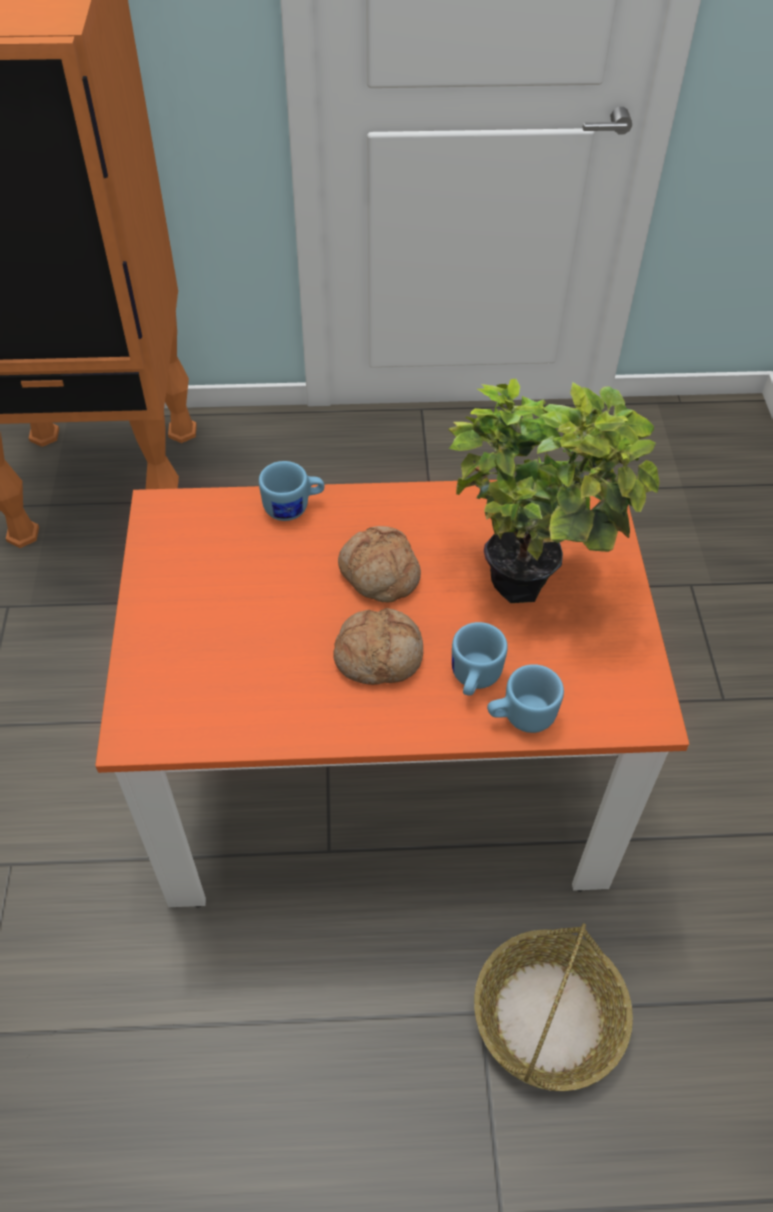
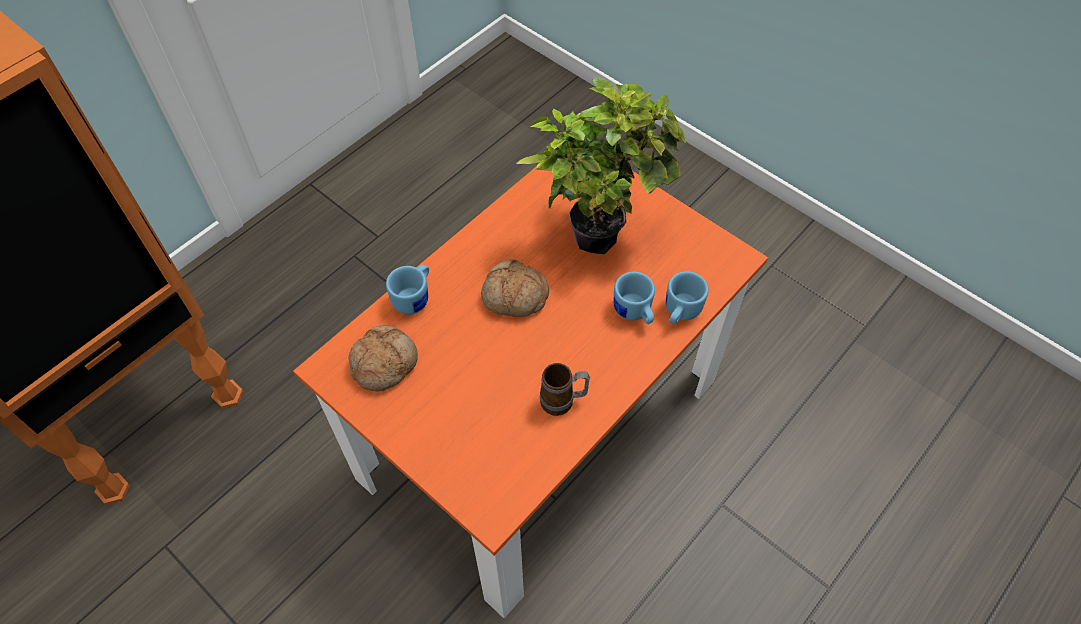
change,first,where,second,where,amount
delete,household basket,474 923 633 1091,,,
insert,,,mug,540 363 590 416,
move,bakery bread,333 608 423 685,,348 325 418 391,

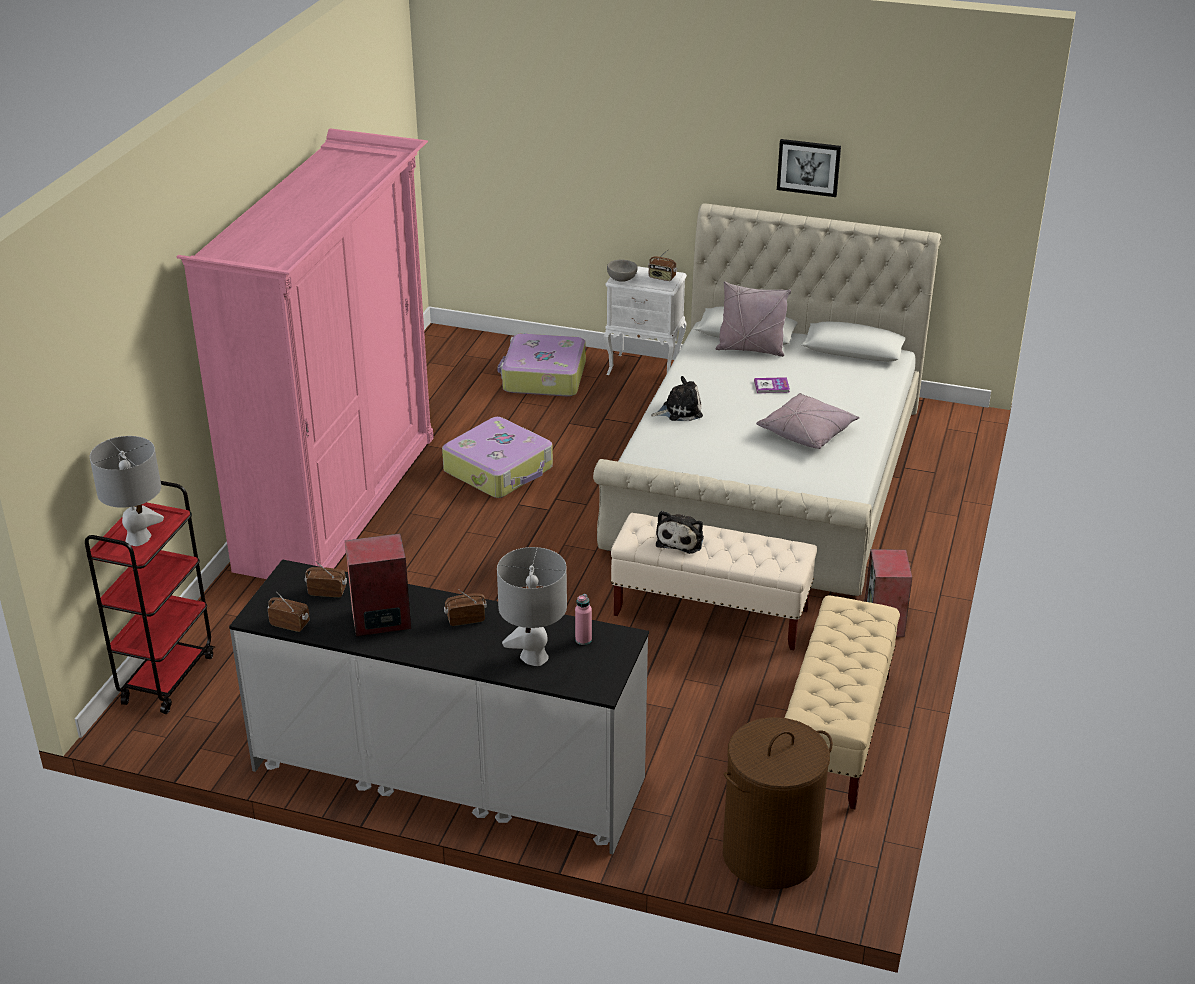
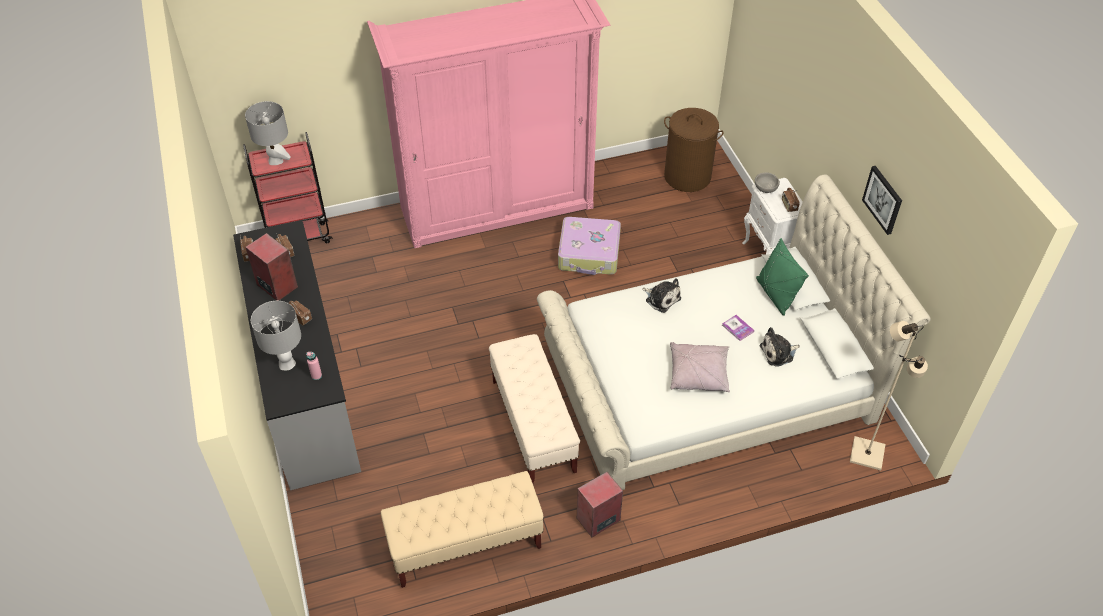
change,first,where,second,where,amount
delete,suitcase,497 333 586 397,,,
insert,,,beige-coloured floor lamp,850 321 928 470,
move,soft toy,656 511 704 554,,759 327 800 367,
move,brown-coloured laundry basket,723 717 833 890,,664 108 724 192,
recolor,purplish cushion,716 281 791 357,green-coloured cushion,756 238 809 316,

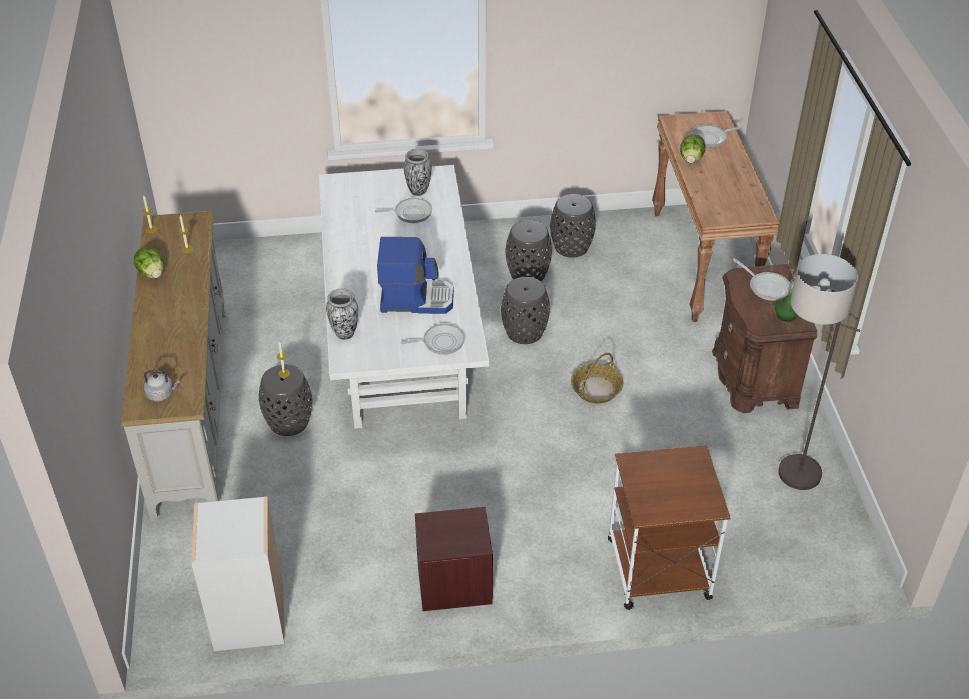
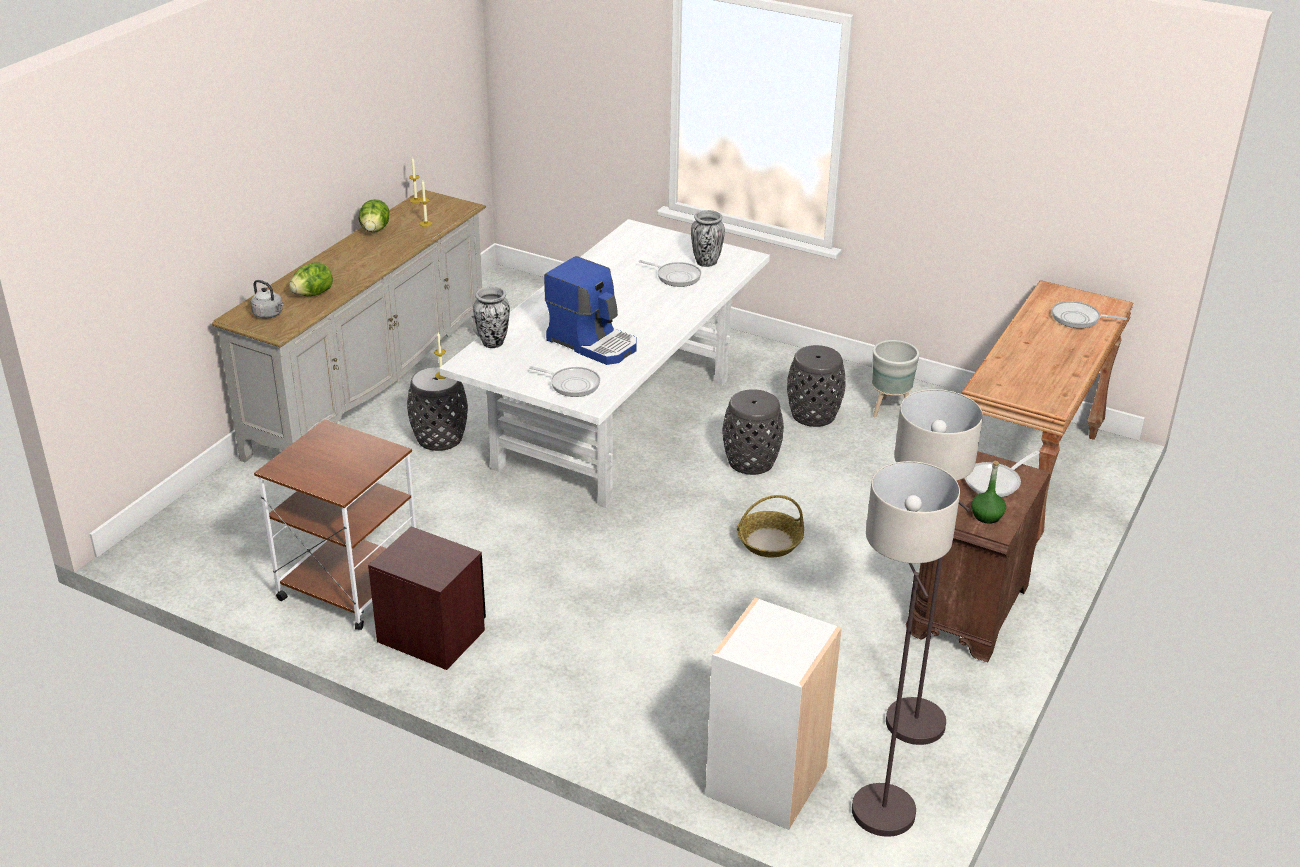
change,first,where,second,where,amount
insert,,,grey floor lamp,852 461 960 837,
move,shelving unit,191 496 284 651,,705 597 842 830,
move,brown-coloured cart,608 445 731 610,,254 419 416 630,
move,head of lettuce,680 134 705 163,,289 262 333 296,
replace,grey stool seat,550 194 596 258,grey flower pot,872 340 919 417,
rotate,frying pan,733 258 791 301,,965 451 1040 497,60 degrees clockwise

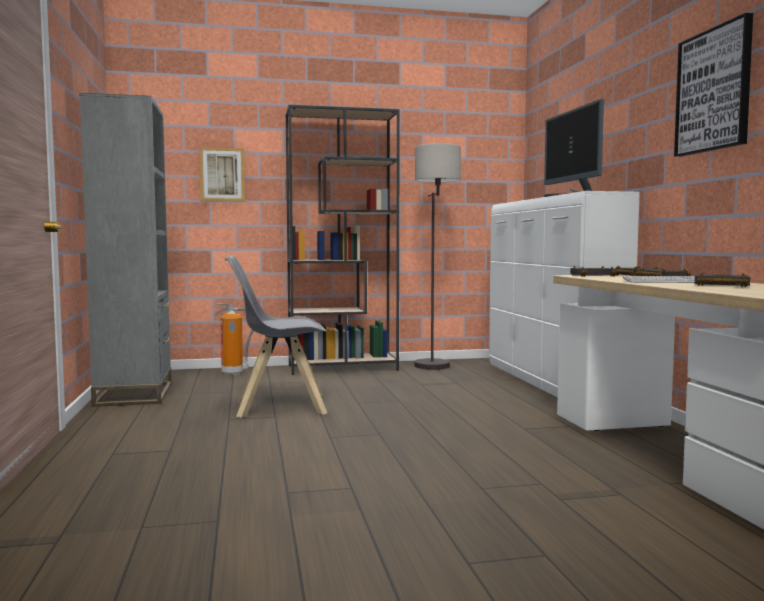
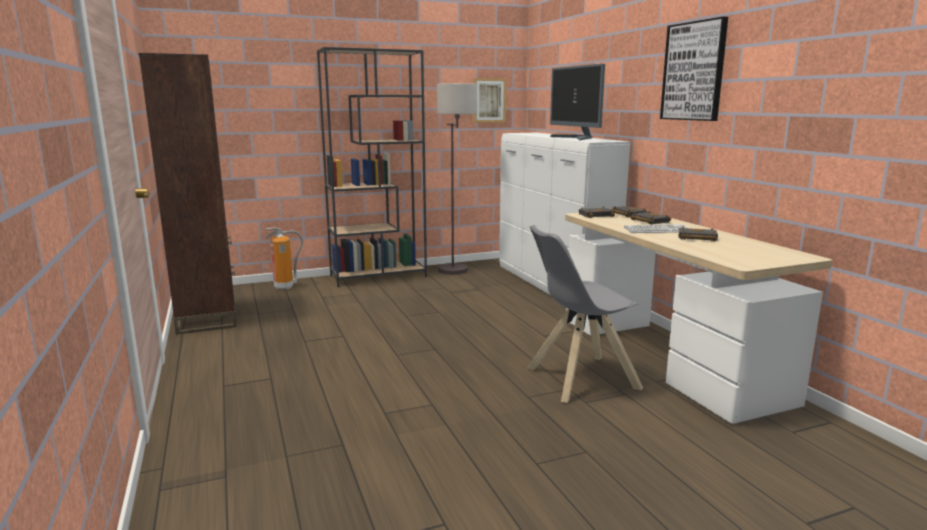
change,first,where,second,where,amount
move,wall art,199 147 245 202,,473 78 506 123,
move,grey plain chair,225 256 327 418,,527 225 643 403,
recolor,grey shelving unit,79 93 172 407,brown-coloured shelving unit,139 53 237 335,

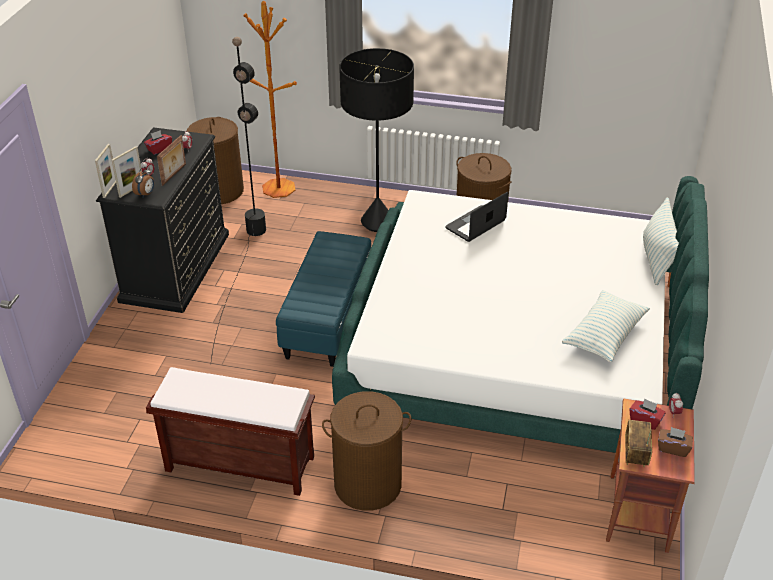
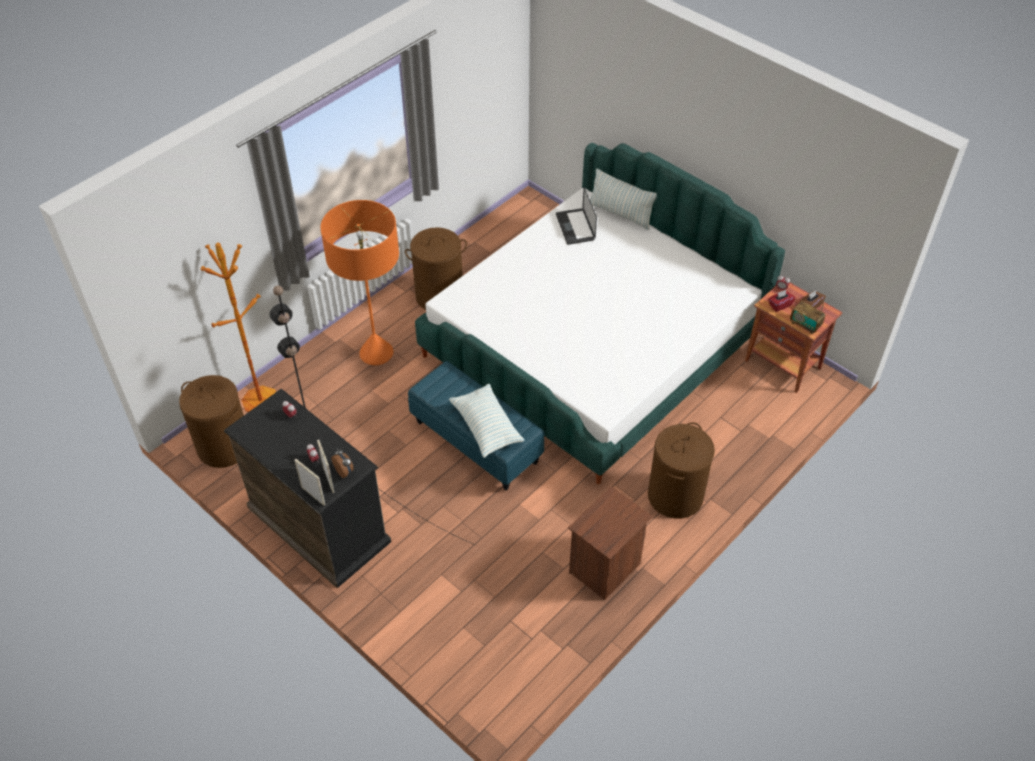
change,first,where,second,where,amount
delete,reddish tissue box,144 130 172 155,,,
delete,standing frame,157 135 186 186,,,
move,notebook computer,446 192 509 242,,556 187 597 245,
move,cushion,562 290 650 362,,449 384 524 458,
replace,brown-coloured long seat,146 367 315 496,brown-coloured night table,568 486 653 600,
recolor,blackish floor lamp,339 48 414 232,orange-coloured floor lamp,320 200 399 365,

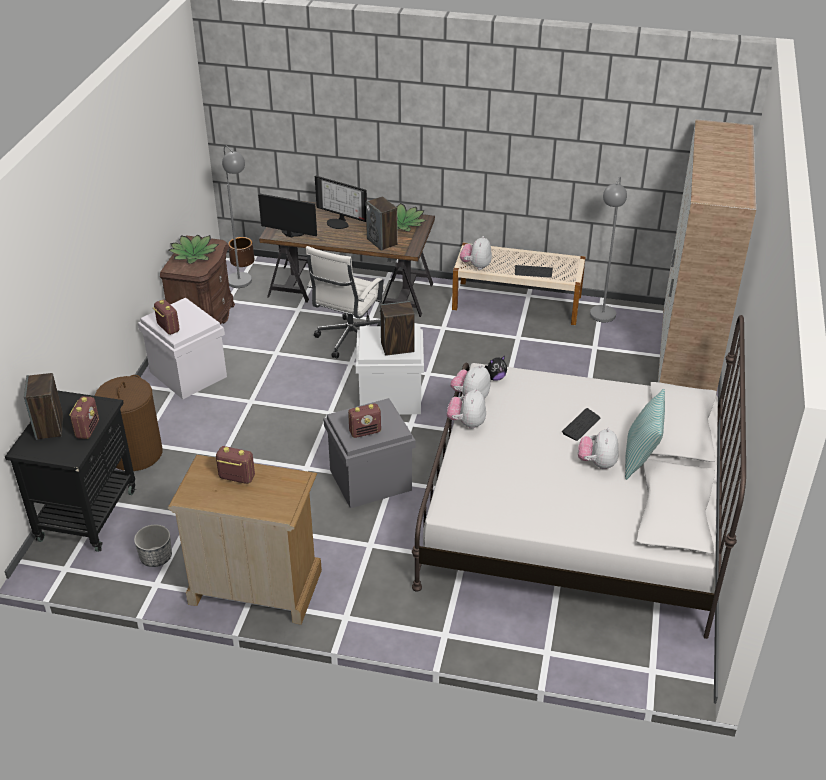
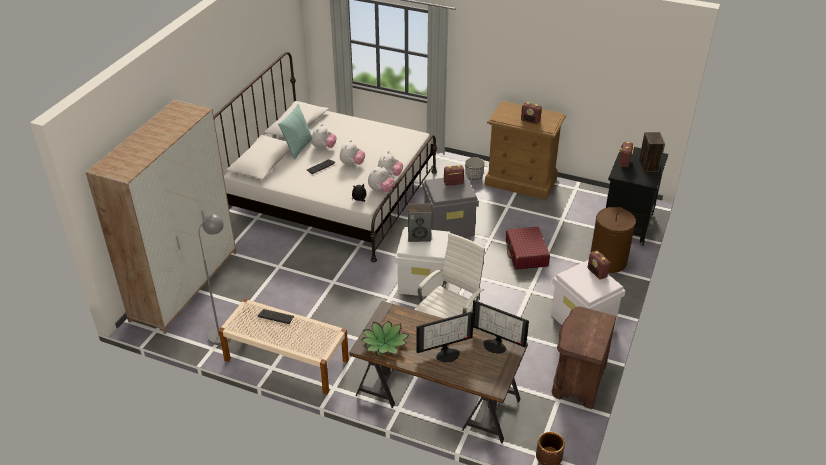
change,first,where,second,where,amount
delete,houseplant,168 235 219 264,,,
delete,grey floor lamp,222 146 252 288,,,
delete,speaker,366 197 398 251,,,
insert,,,reddish suitcase,506 227 550 270,
move,flower pot,134 524 172 567,,465 157 485 180,
move,soft toy,460 236 492 270,,340 140 365 166,
rotate,monitor,315 176 367 229,,416 311 474 362,120 degrees clockwise

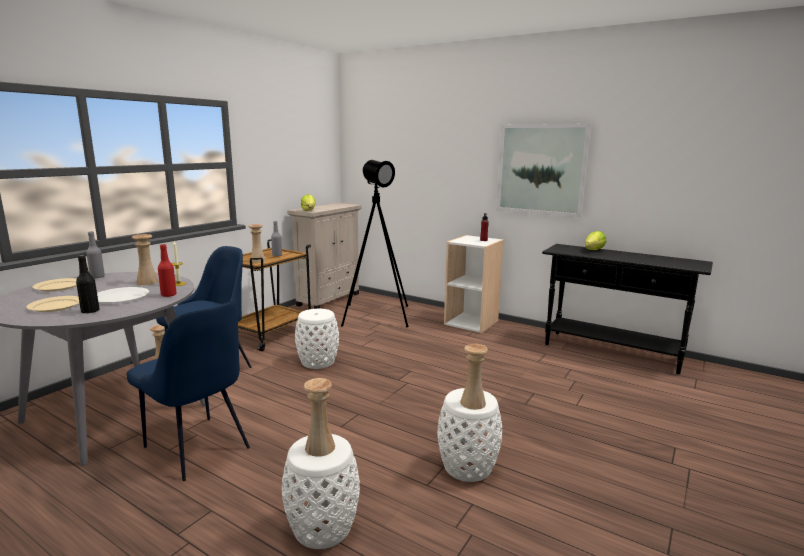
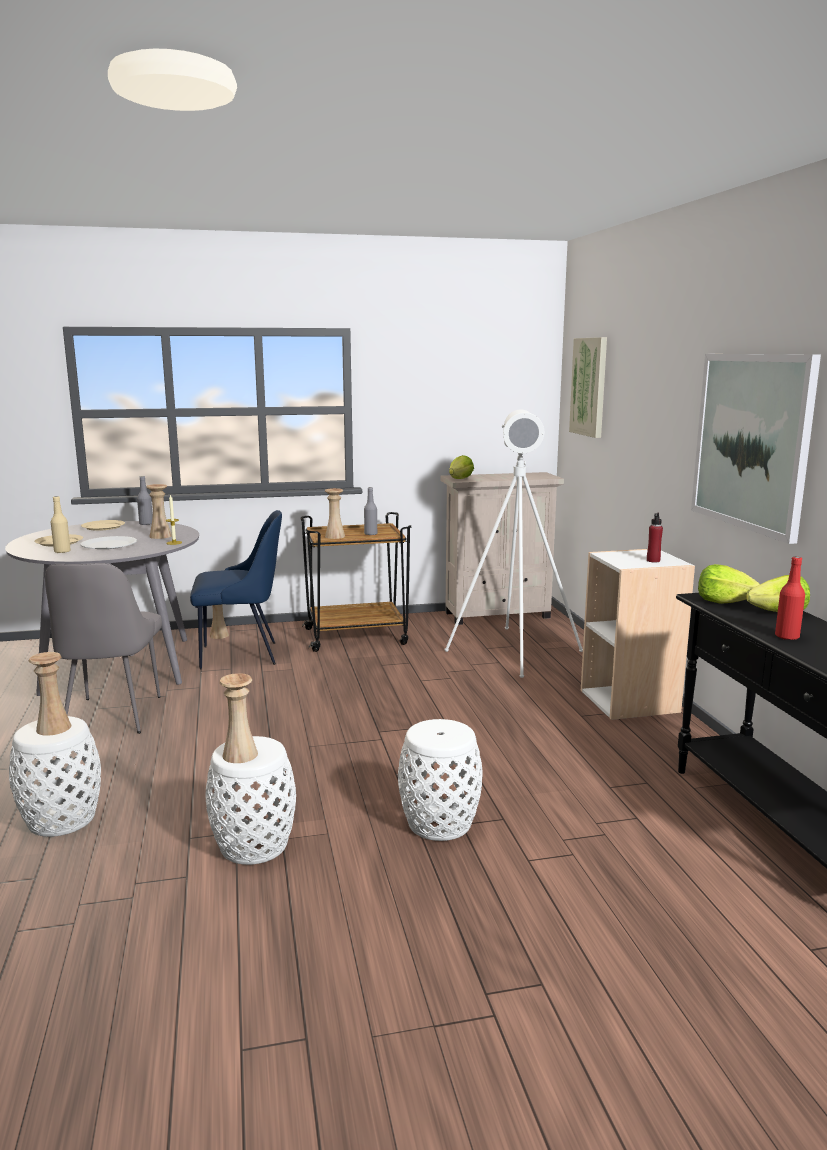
change,first,where,second,where,amount
insert,,,wall art,569 337 607 438,
insert,,,head of lettuce,698 564 760 604,
move,reddish bottle,158 244 177 297,,775 557 805 640,
move,white stool seat,295 309 339 369,,398 719 483 841,
recolor,blackish bottle,76 255 99 314,beige-coloured bottle,51 496 71 553,
recolor,blue-coloured plain chair,127 302 250 481,grey plain chair,45 563 162 734,
recolor,blackish floor lamp,341 160 409 327,white floor lamp,445 410 583 678,

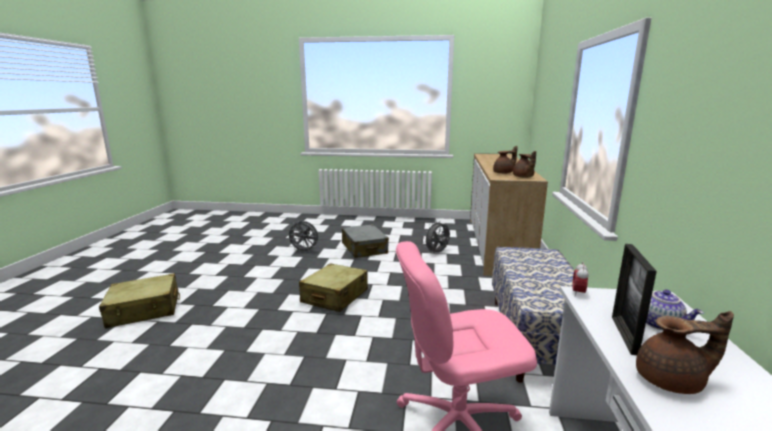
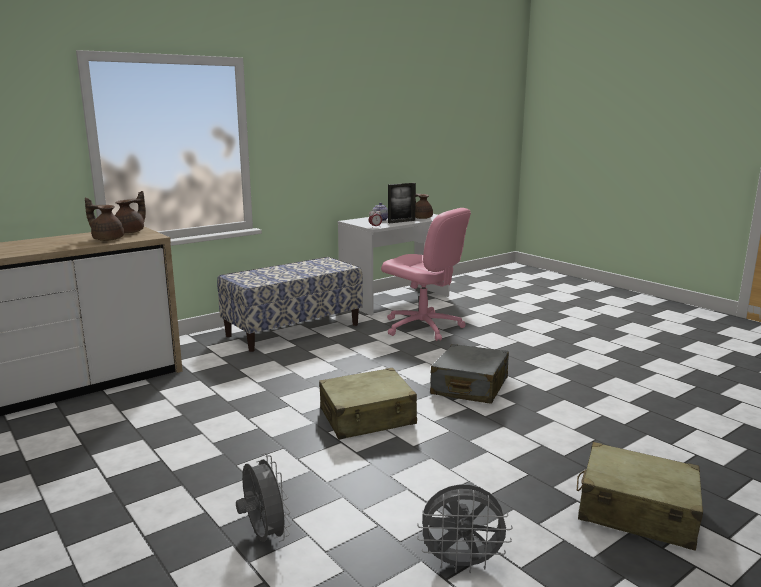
change,first,where,second,where,amount
move,grey suitcase,342 224 389 258,,430 344 509 404,
move,grey electric fan,423 220 450 253,,417 485 513 573,

